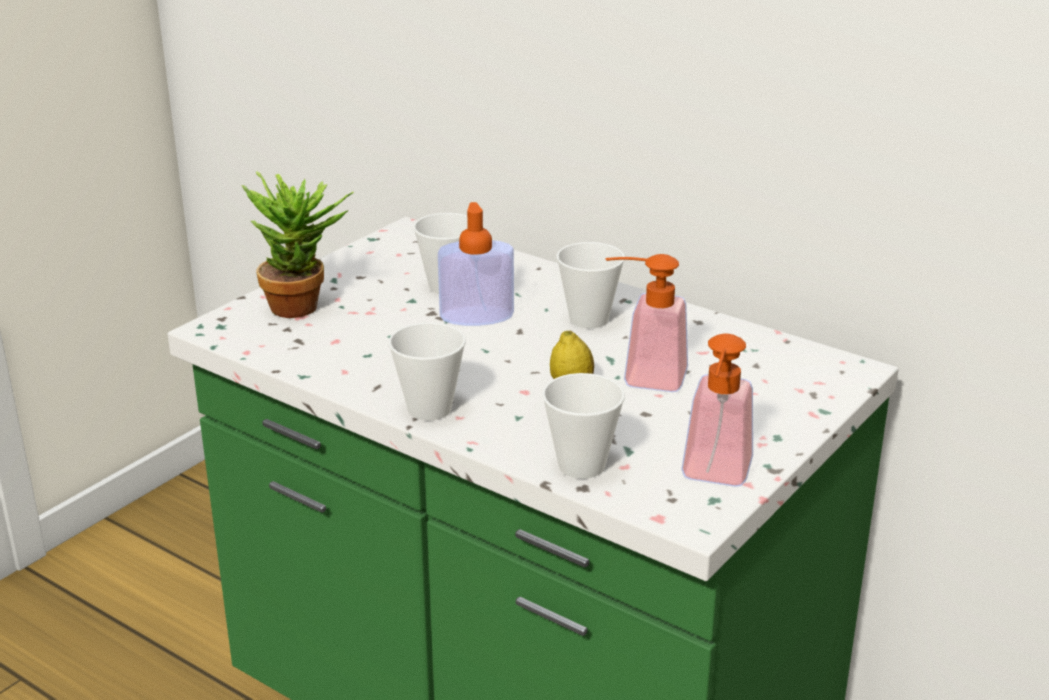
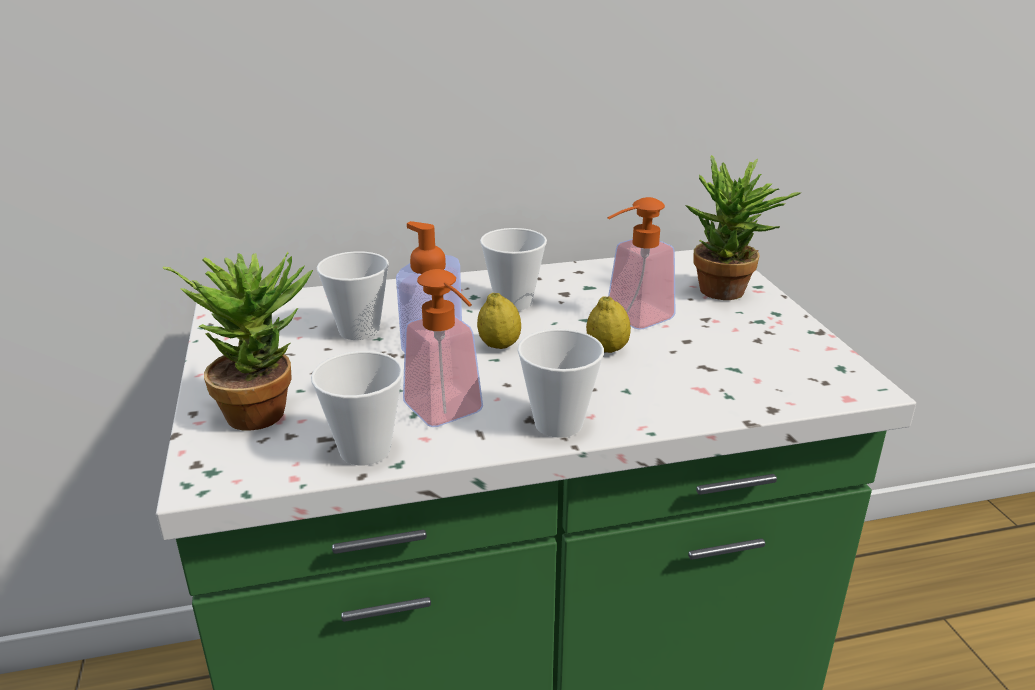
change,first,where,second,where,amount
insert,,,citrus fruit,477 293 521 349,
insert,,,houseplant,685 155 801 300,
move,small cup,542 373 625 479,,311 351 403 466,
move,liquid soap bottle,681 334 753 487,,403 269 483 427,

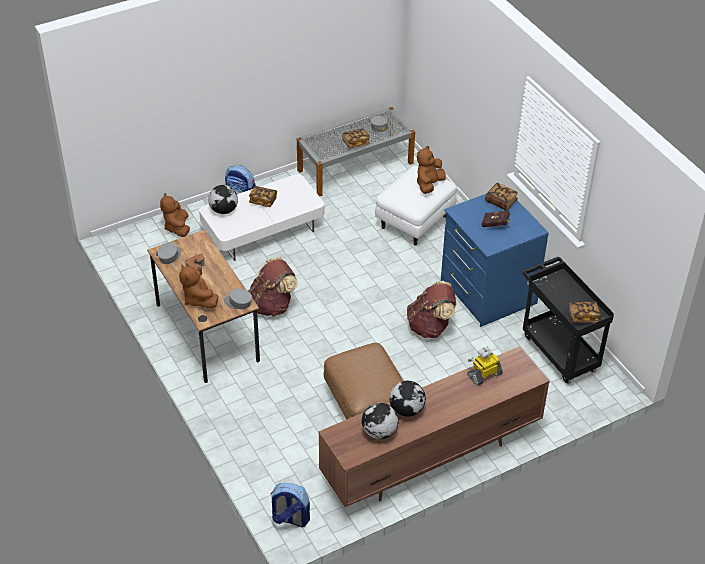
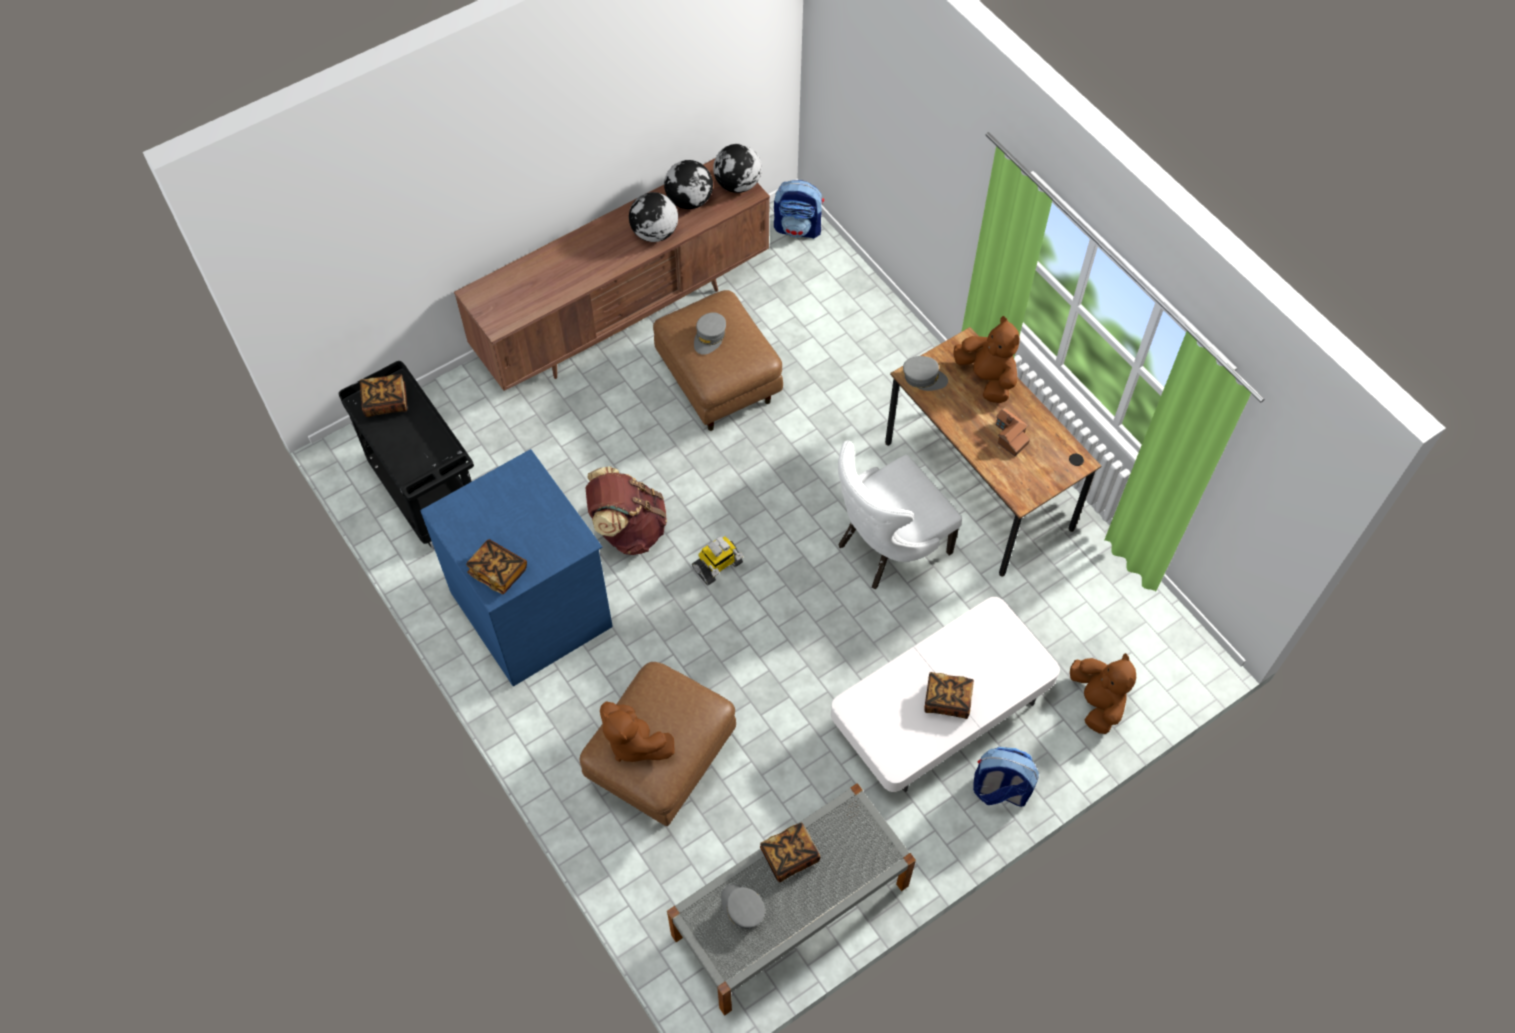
change,first,where,second,where,amount
delete,reddish book,481 210 510 227,,,
move,grey cap,157 242 181 264,,694 312 726 355,
move,world globe,208 185 238 214,,713 144 762 193,
move,model robot,467 347 503 386,,692 536 744 585,
replace,brown-coloured backpack,248 257 298 317,white plain chair,838 441 962 590,
recolor,white pouffe,375 166 457 246,brown-coloured pouffe,580 662 736 826,
rotate,brown-coloured soft toy,417 146 446 194,,600 702 675 762,105 degrees clockwise

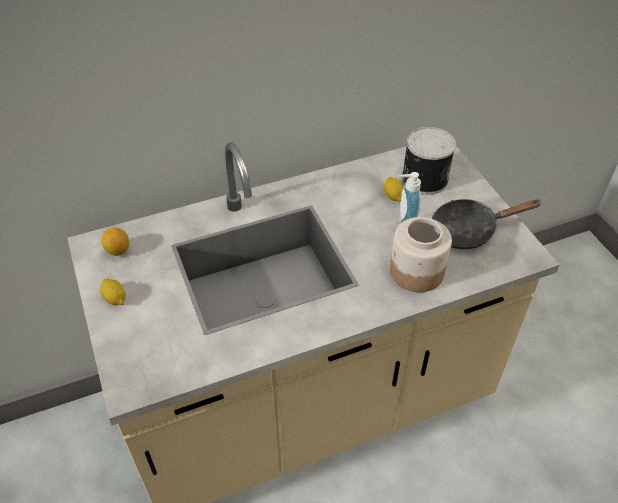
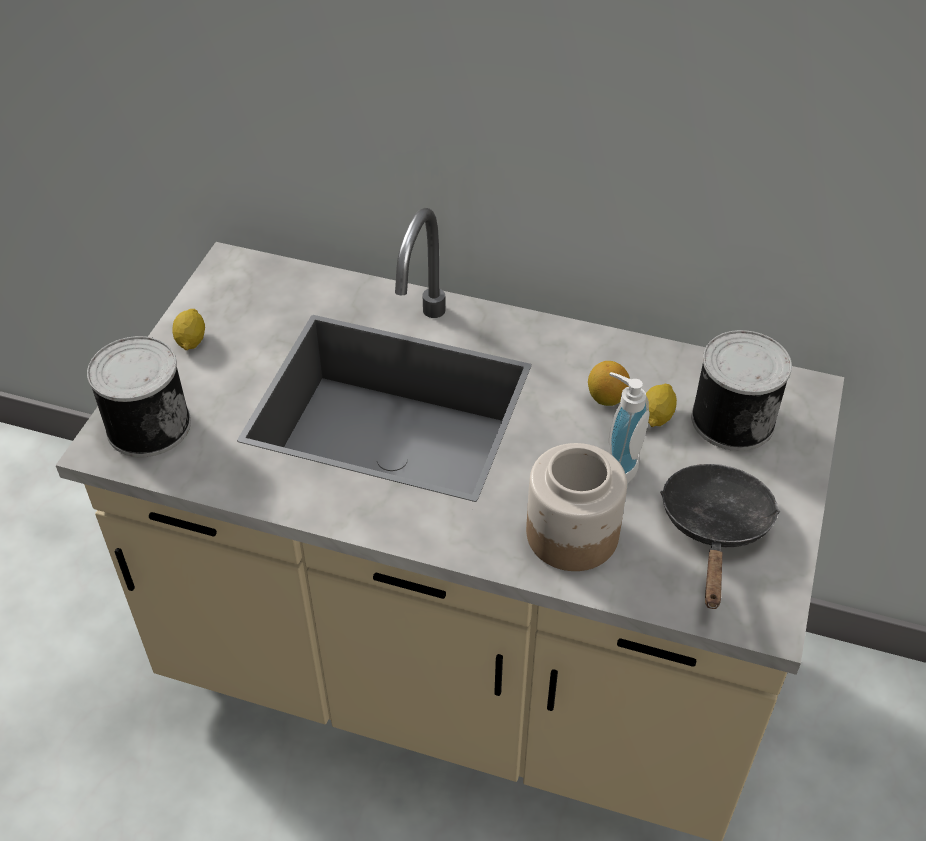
change,first,where,second,where,amount
insert,,,metal can,87 336 191 457,
move,citrus fruit,101 228 129 256,,588 361 630 406,
rotate,blackish frying pan,432 199 542 249,,660 464 780 609,75 degrees clockwise

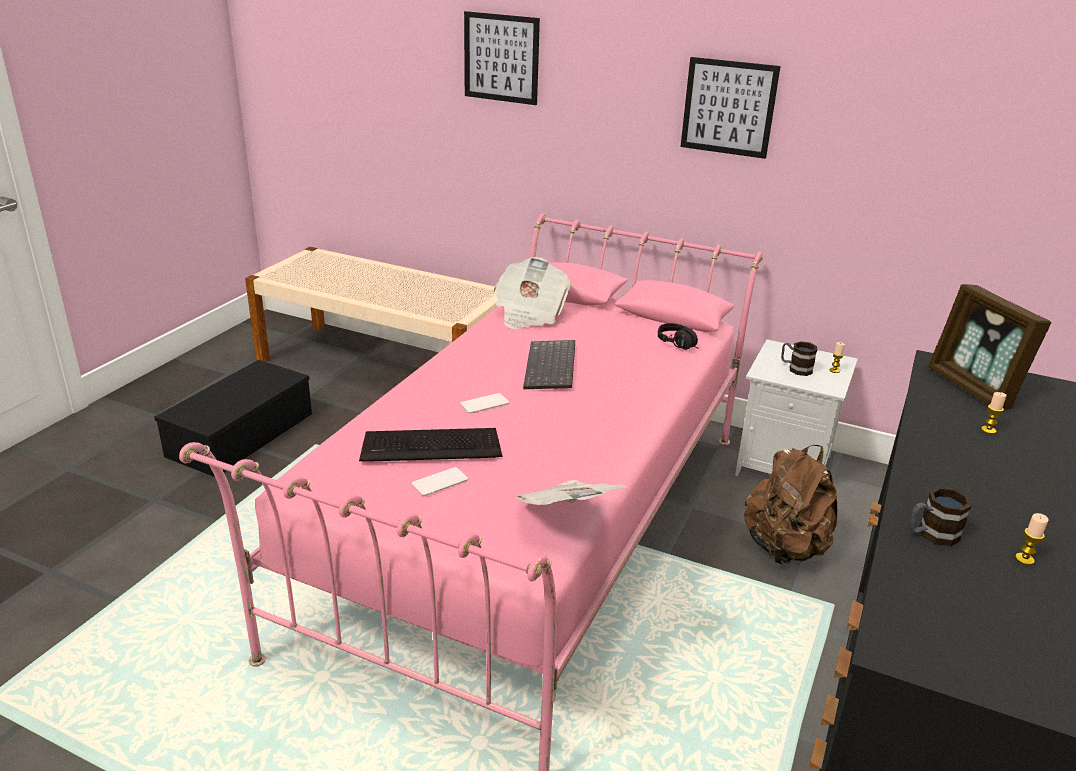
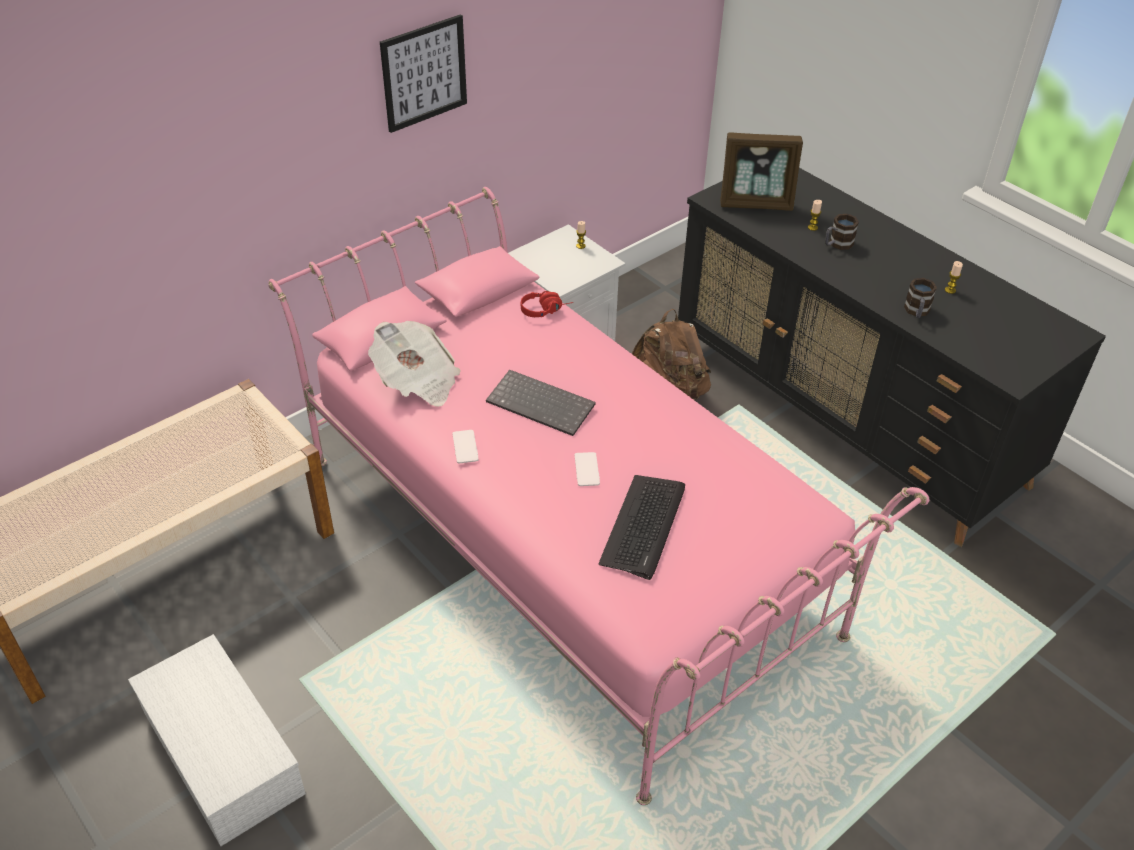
change,first,where,second,where,amount
delete,wall art,464 11 540 105,,,
delete,printed paper,516 480 628 505,,,
move,handset,412 467 468 496,,452 430 479 463,
move,mug,781 341 817 376,,825 214 859 250,
recolor,blackish storage box,154 360 312 477,white storage box,128 634 306 846,
recolor,blackish headset,658 323 699 350,reddish headset,521 291 573 317,

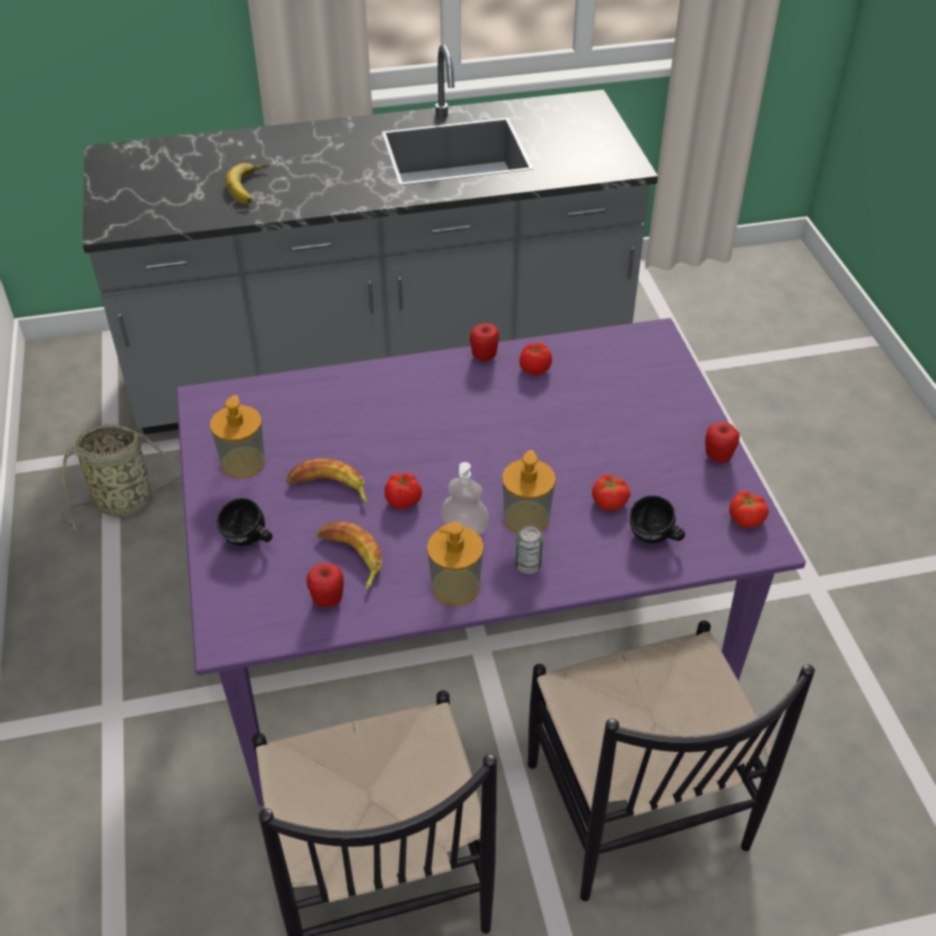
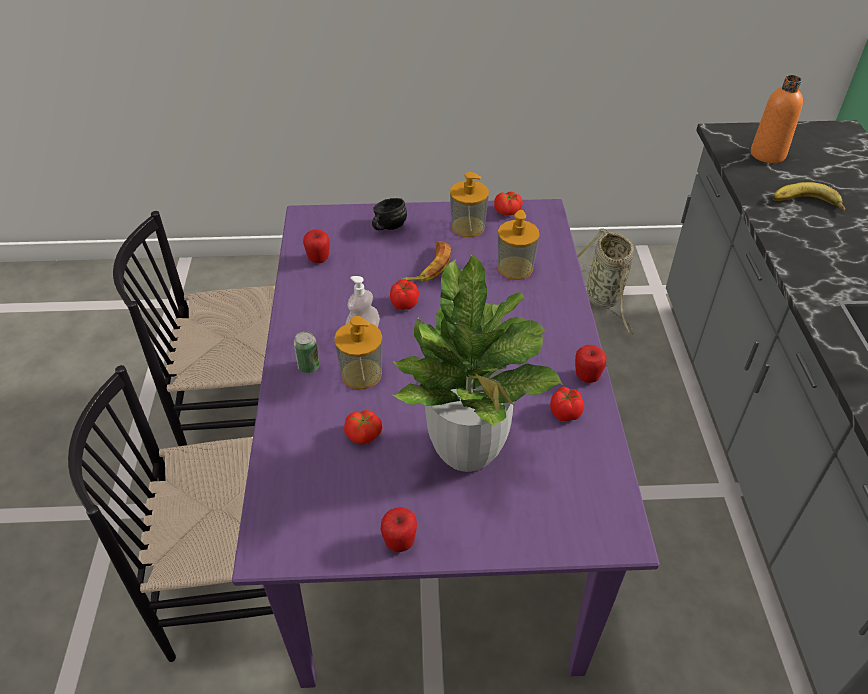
change,first,where,second,where,amount
delete,banana,316 521 382 591,,,
delete,blackish mug,630 495 685 543,,,
insert,,,houseplant,391 253 563 472,
insert,,,orange-coloured bottle,751 75 803 163,
move,liquid soap bottle,427 522 484 606,,498 210 540 280,
move,fresh tomato,729 491 769 528,,494 192 523 216,

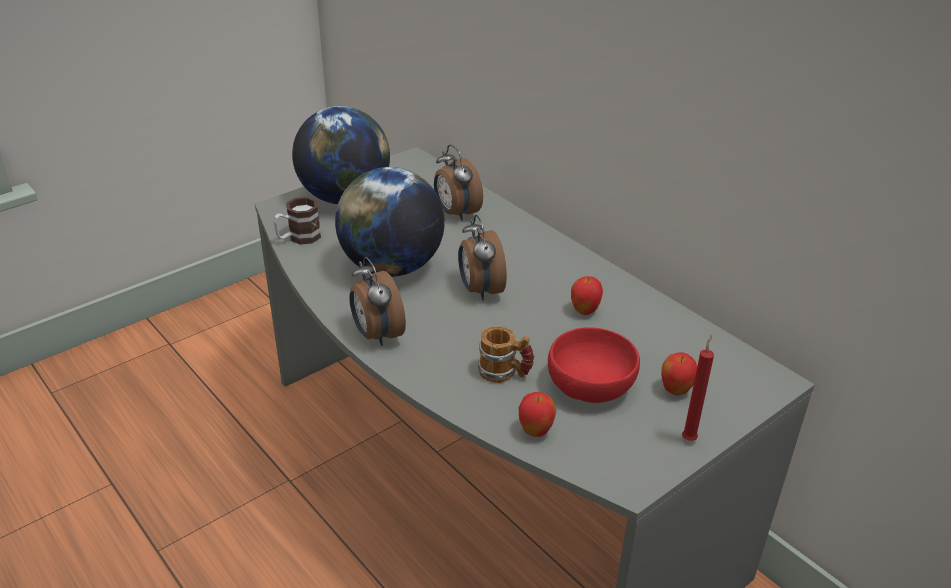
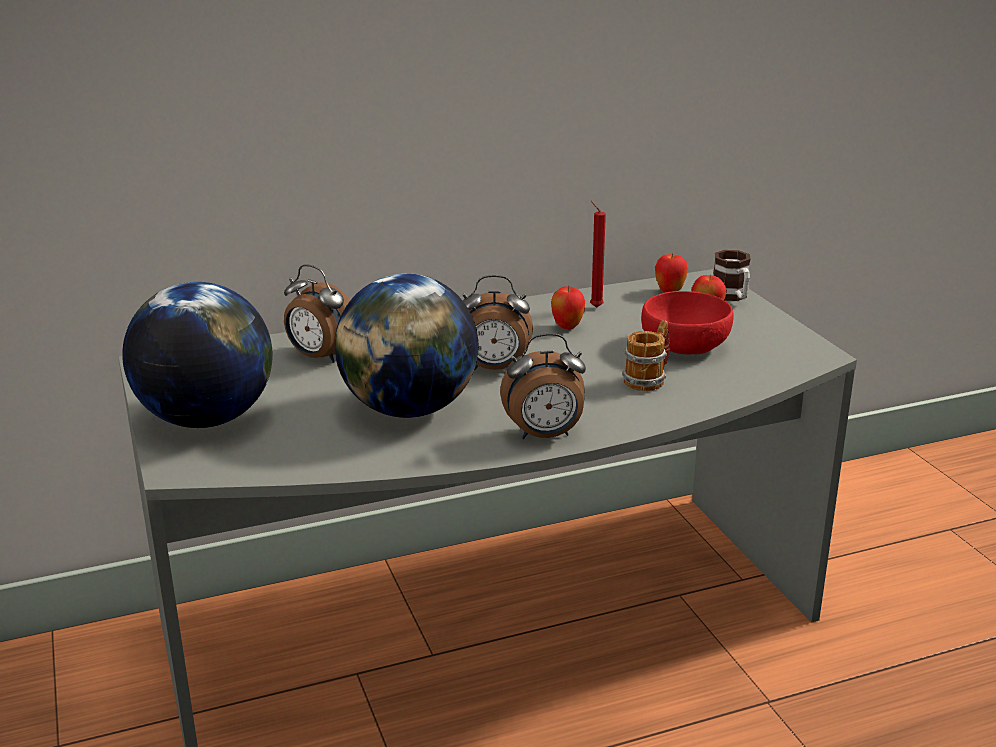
change,first,where,second,where,amount
move,mug,273 197 321 245,,713 250 751 301,
move,whole apple,519 392 556 437,,655 253 688 293,
move,reddish candle,682 335 714 441,,590 200 606 308,
rotate,alarm clock,434 144 483 221,,284 264 350 363,45 degrees clockwise

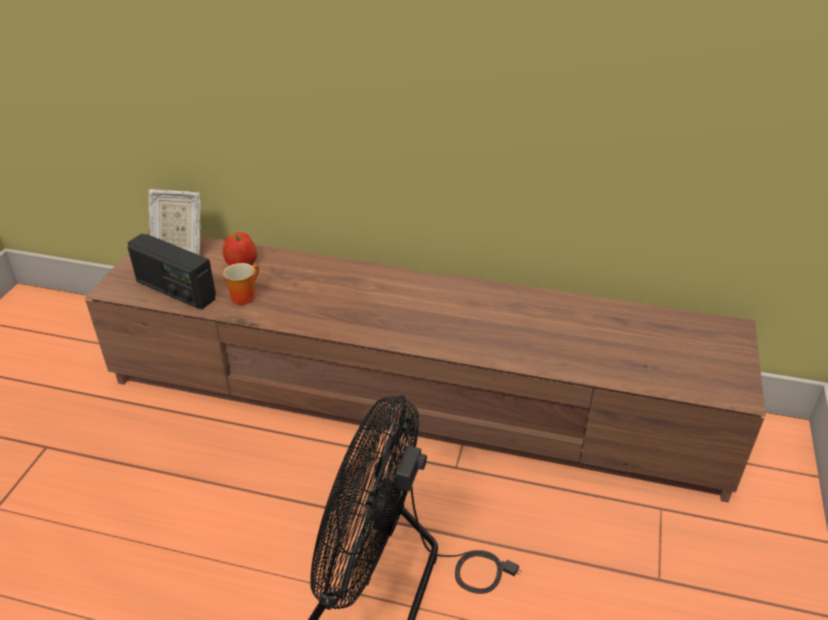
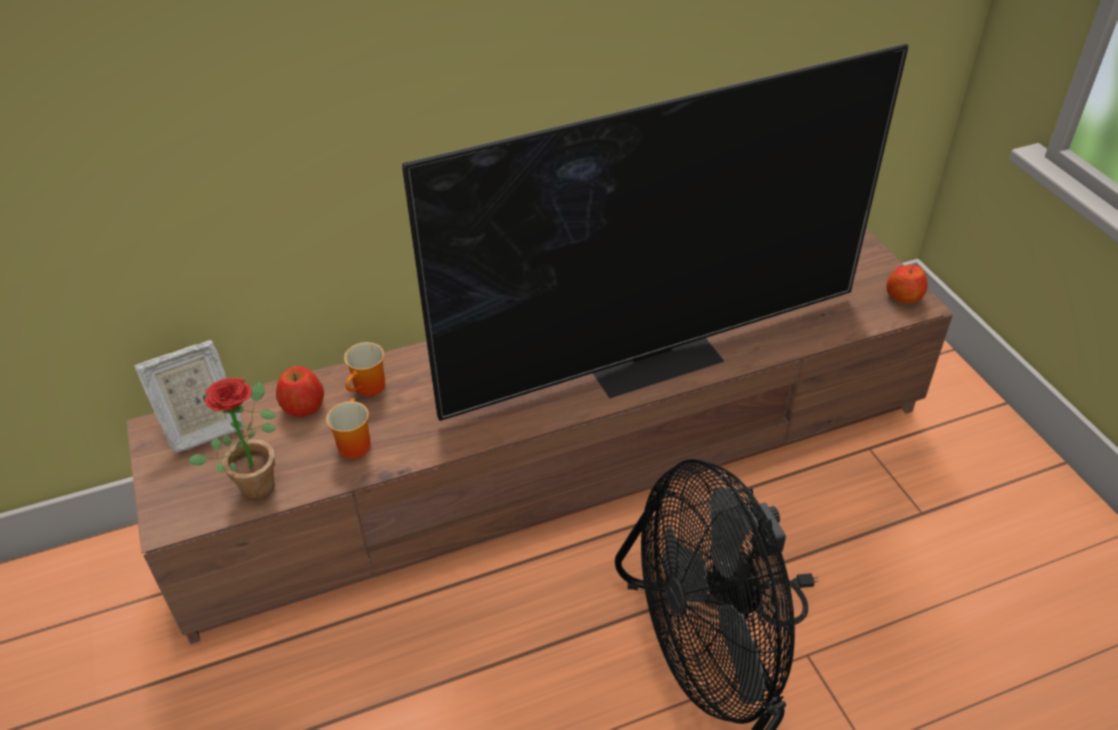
change,first,where,second,where,amount
insert,,,mug,344 342 386 396,
insert,,,TV set,403 44 909 421,
insert,,,whole apple,886 265 928 304,
replace,radio receiver,128 233 216 309,houseplant,188 378 276 500,

